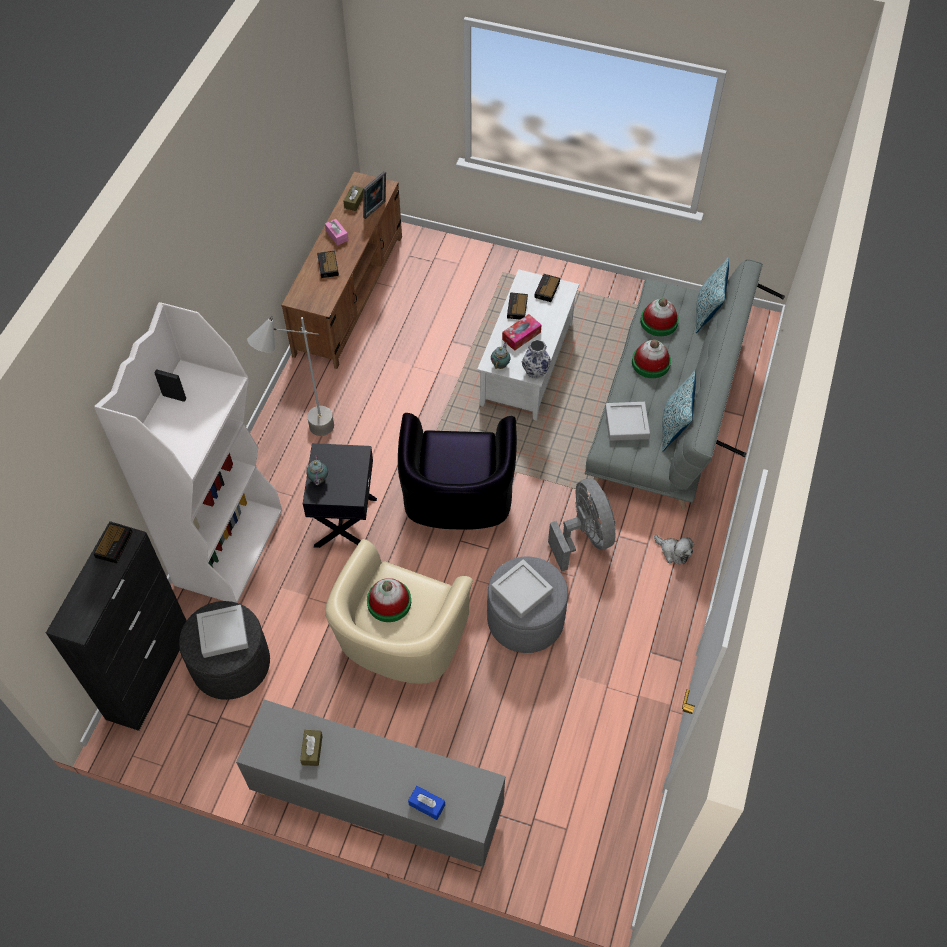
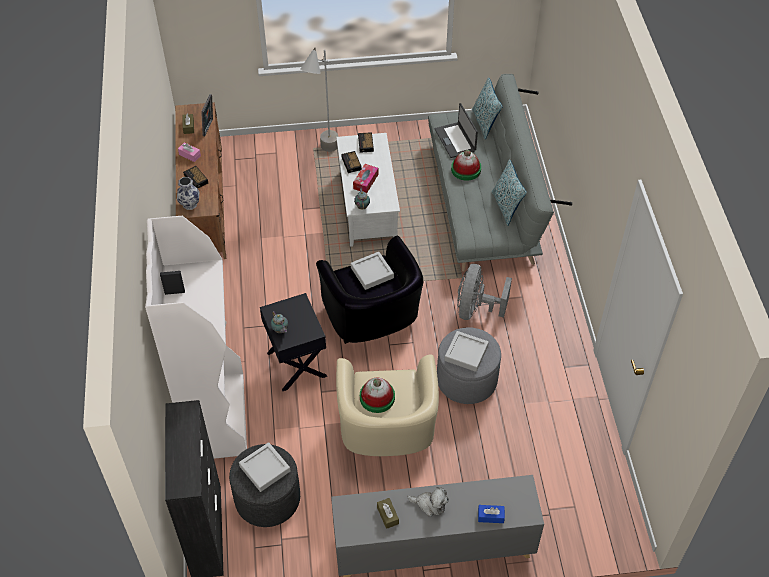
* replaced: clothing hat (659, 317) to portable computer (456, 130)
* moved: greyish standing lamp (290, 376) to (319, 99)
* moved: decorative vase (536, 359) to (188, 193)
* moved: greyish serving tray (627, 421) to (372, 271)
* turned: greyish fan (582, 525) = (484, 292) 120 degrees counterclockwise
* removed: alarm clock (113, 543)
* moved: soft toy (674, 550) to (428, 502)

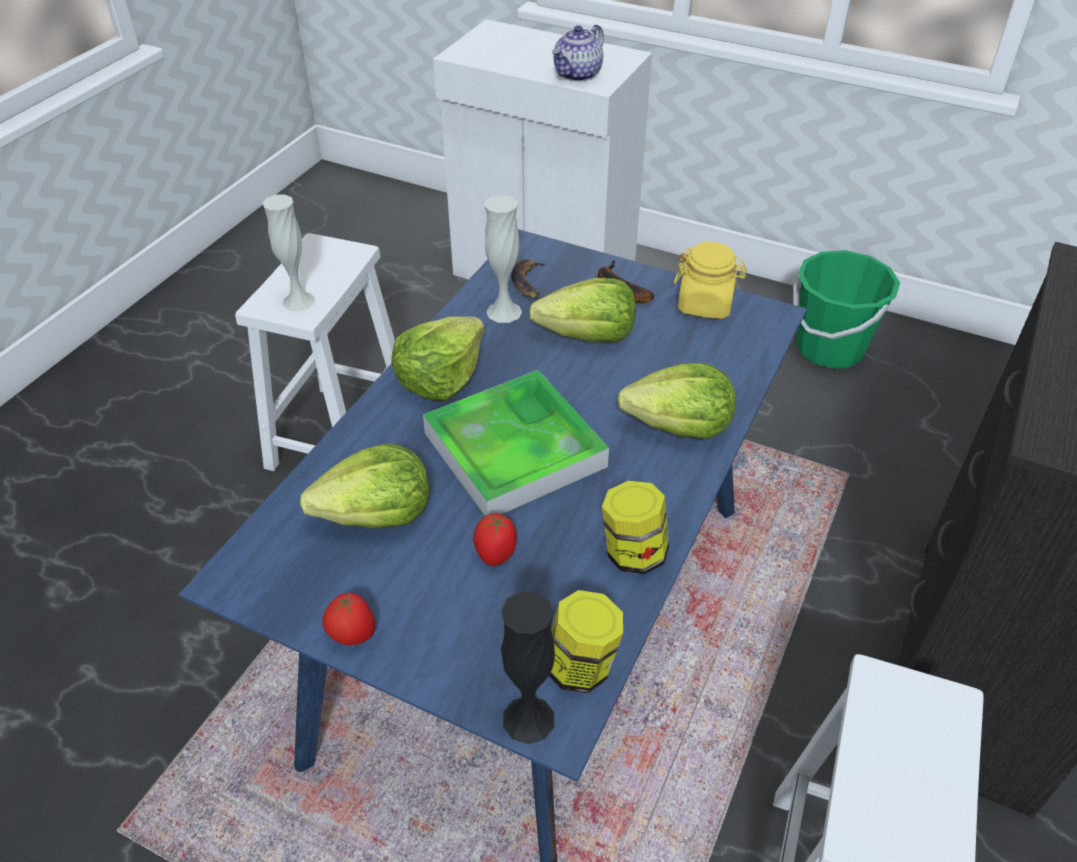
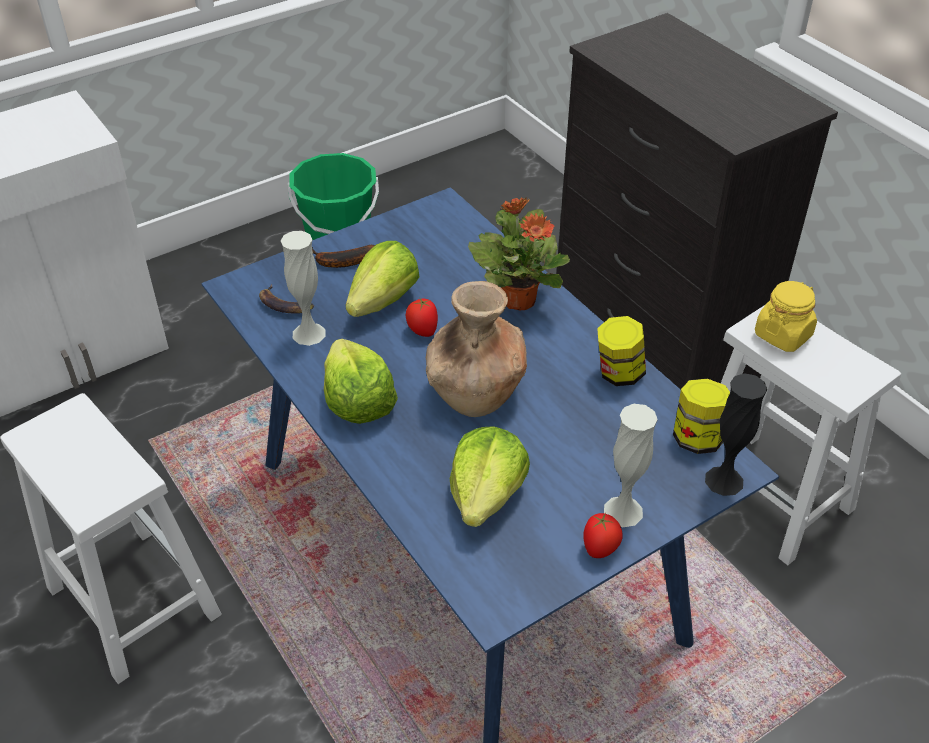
* removed: pot for tea (578, 53)
* moved: white decorative vase (289, 253) to (631, 465)
* moved: yellow-coloured jar (710, 280) to (786, 316)
* replaced: lettuce head (676, 401) to potted plant (519, 253)
* replaced: serving tray (516, 443) to brown decorative vase (476, 349)
* moved: fresh tomato (495, 539) to (422, 318)

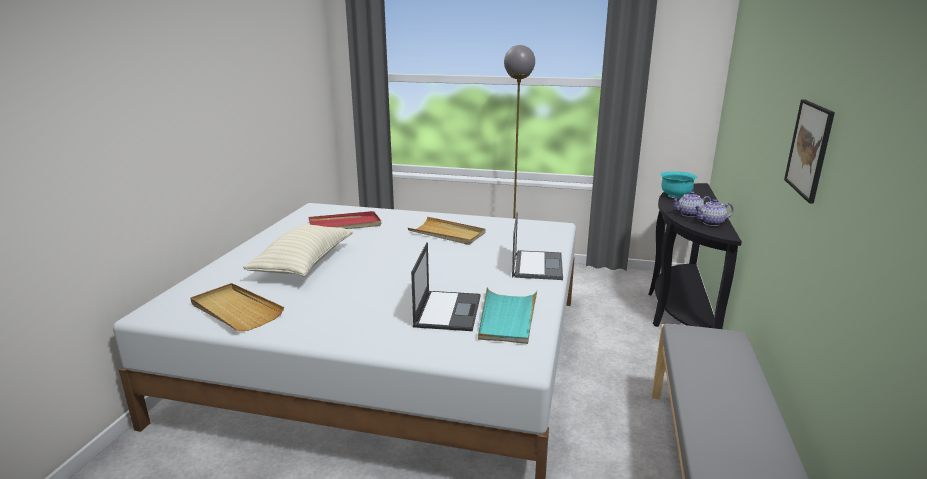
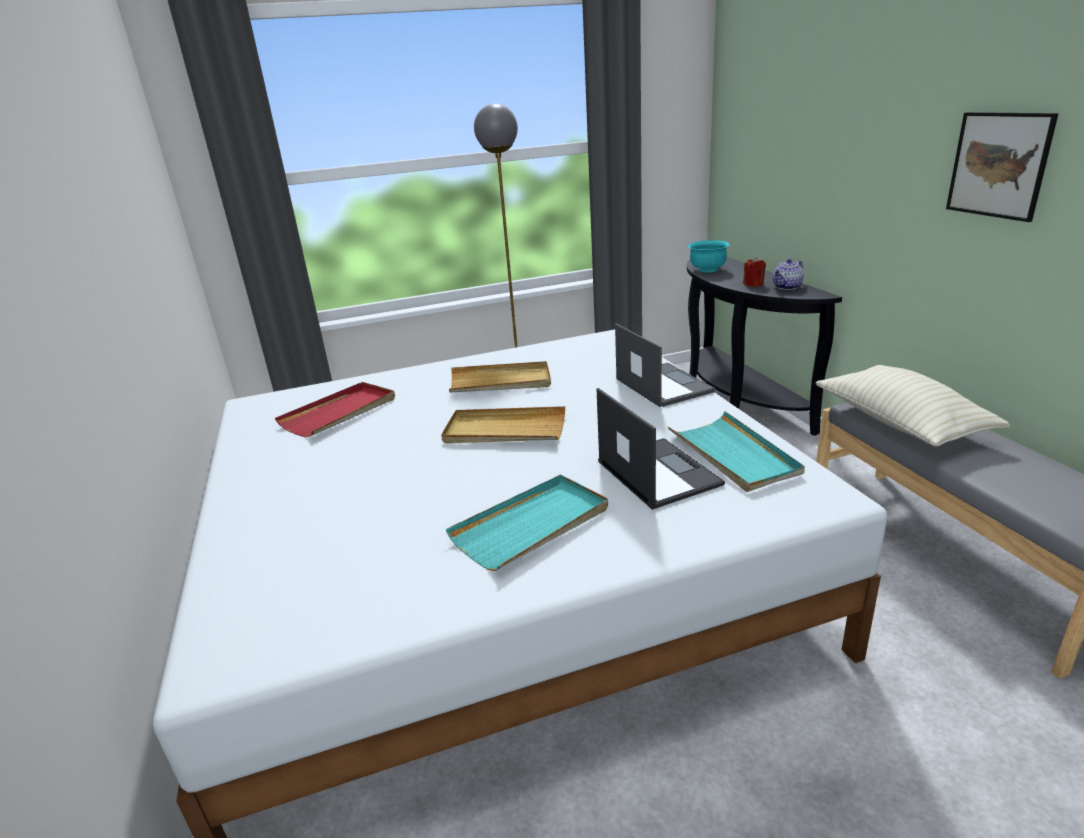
* replaced: pot for tea (691, 204) to red-coloured wax light (754, 272)
* moved: sand-coloured throw pillow (297, 251) to (912, 406)
* moved: sand-coloured serving tray (237, 307) to (503, 425)
* added: blue-green serving tray (527, 522)

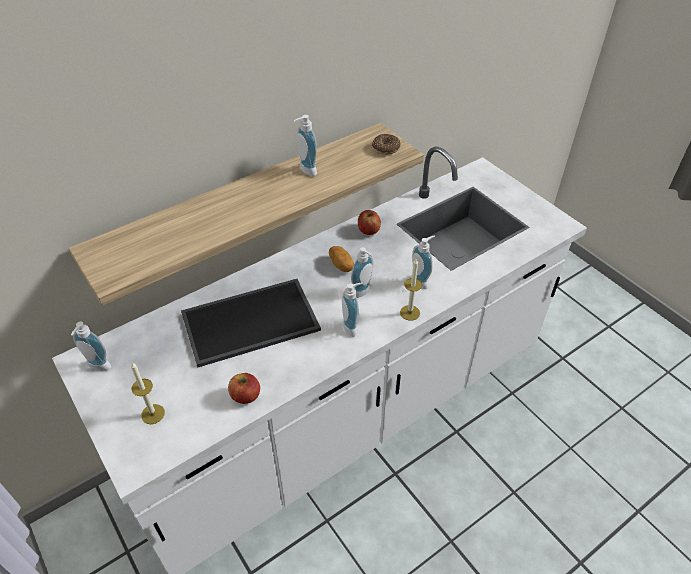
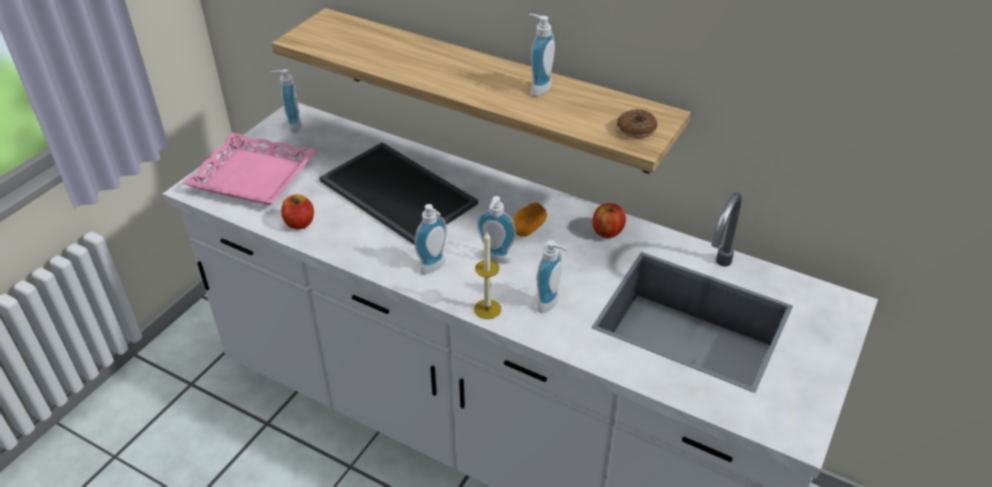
* replaced: wax light (148, 393) to pink-coloured serving tray (249, 168)

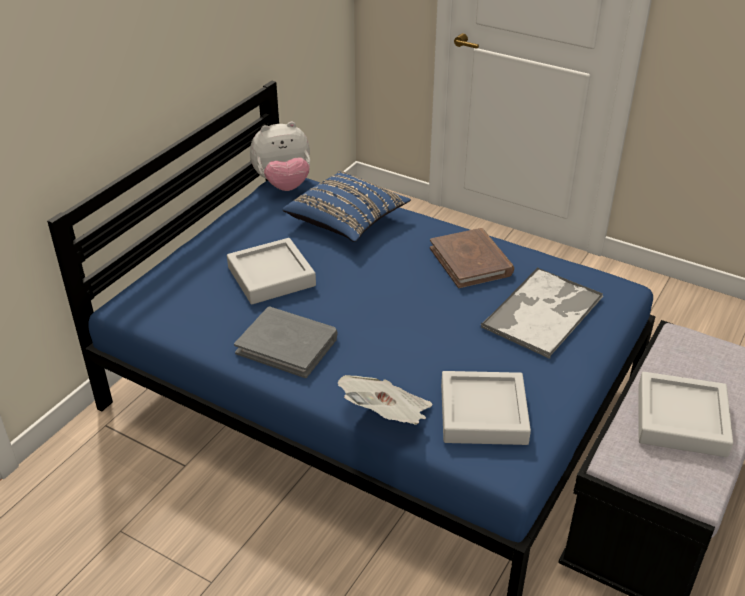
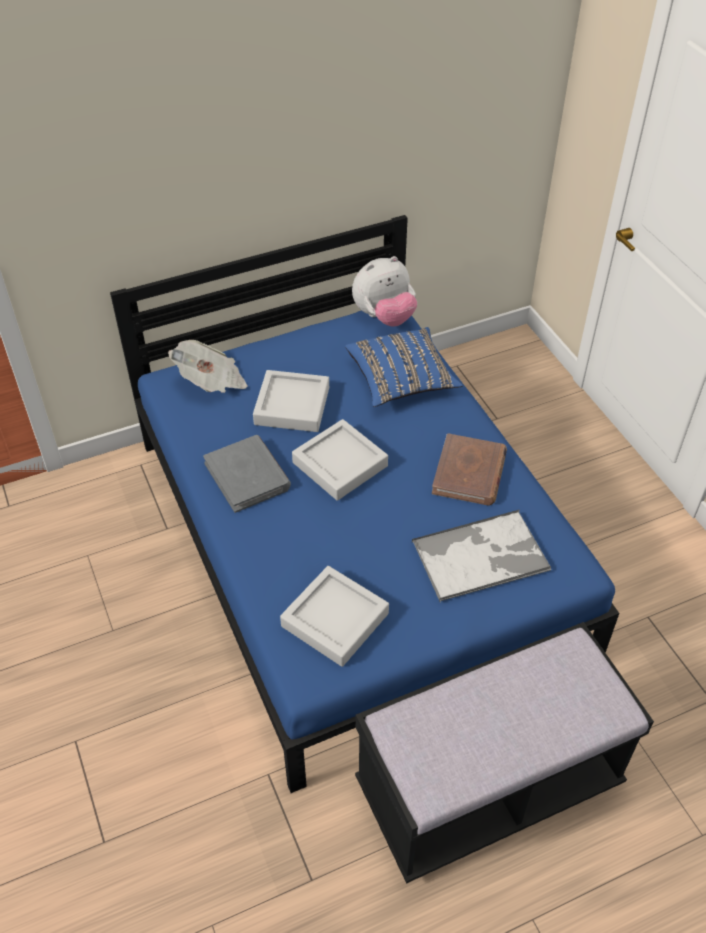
* turned: soft toy (280, 156) = (384, 291) 45 degrees counterclockwise
* moved: greyish serving tray (685, 414) to (340, 460)
* moved: newspaper (385, 400) to (207, 366)

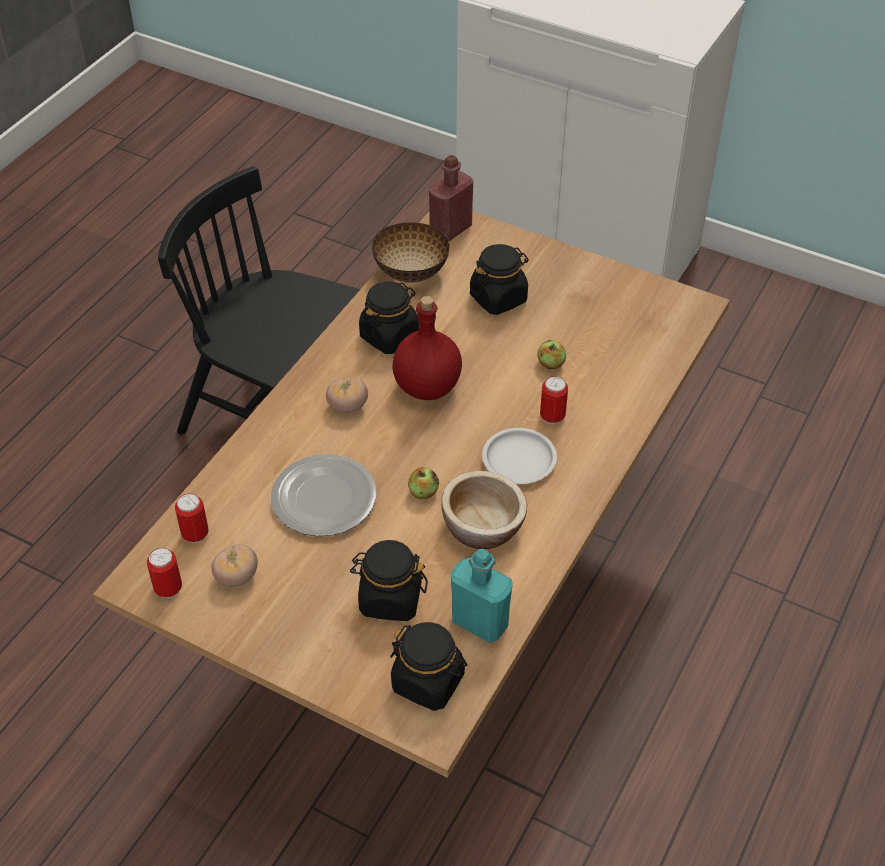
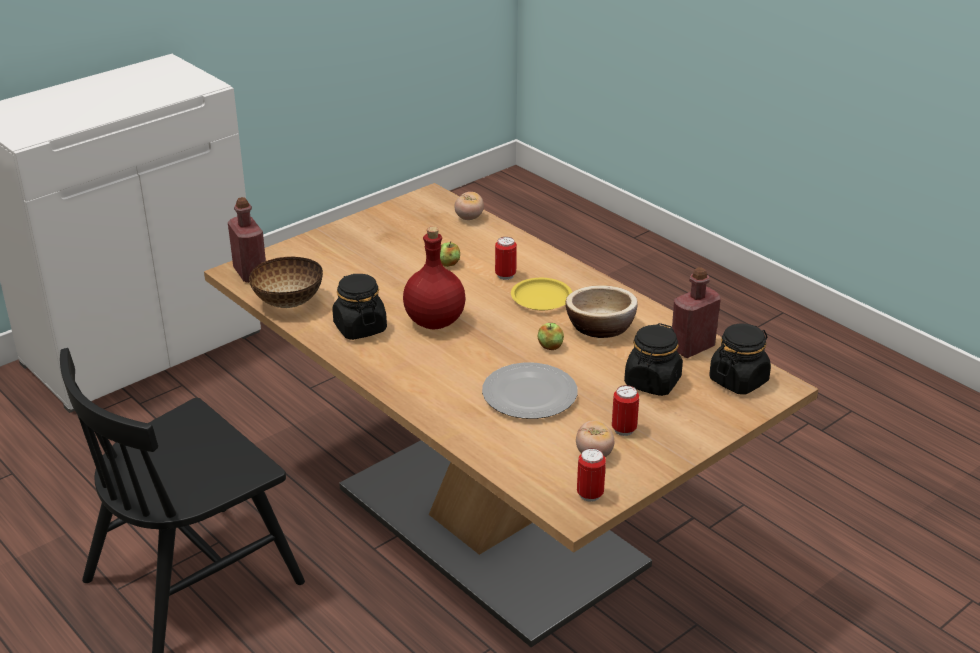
* removed: black jar (499, 279)
* moved: fresh tomato (347, 395) to (469, 206)
* recoloured: white flat dish (519, 456) to yellow-coloured flat dish (541, 294)
* moved: sealed can (192, 518) to (625, 410)
* recoloured: blue-green beverage bottle (482, 596) to red-coloured beverage bottle (696, 312)

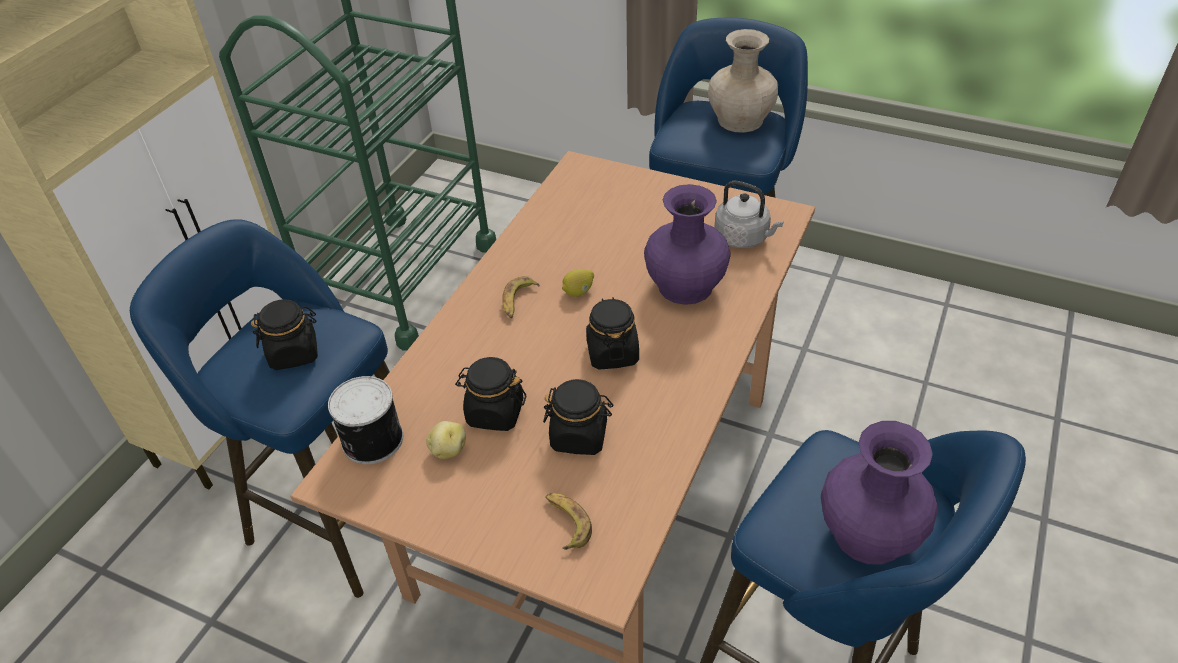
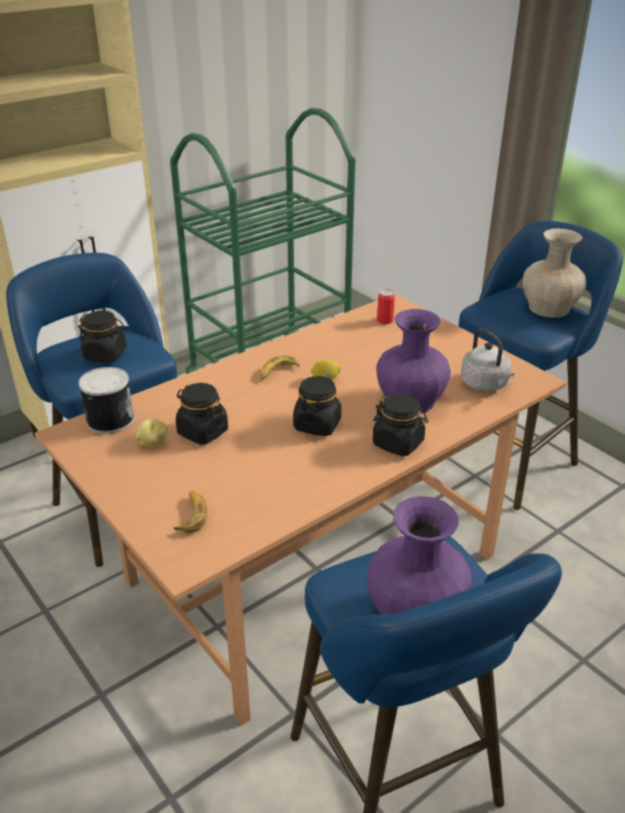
* moved: black jar (578, 417) to (400, 424)
* added: sealed can (386, 306)

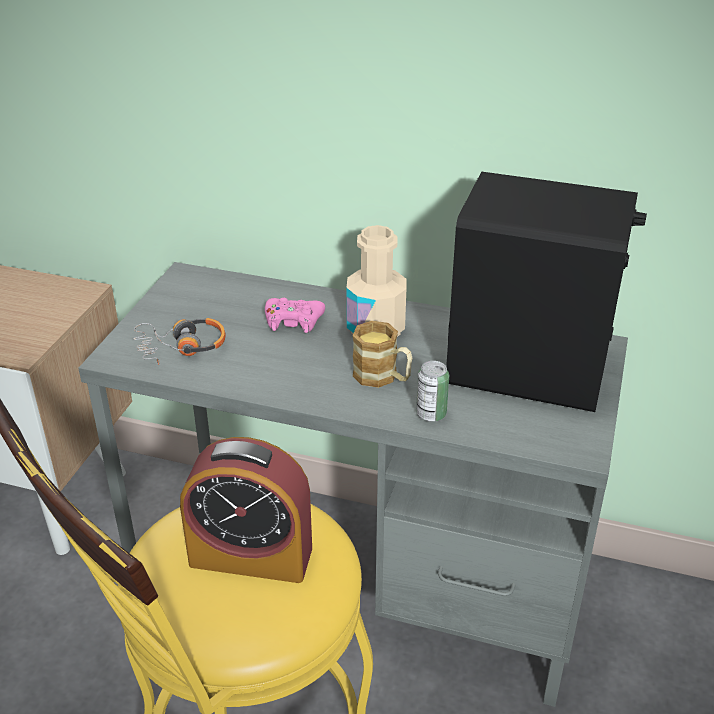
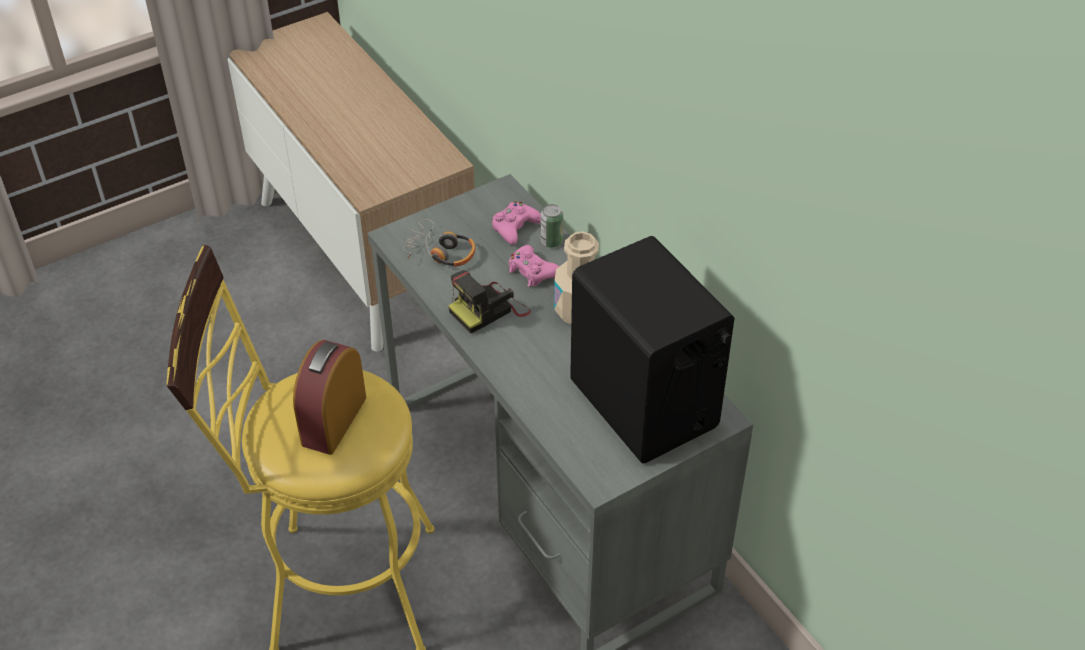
* removed: coffee mug (382, 354)
* moved: sealed can (432, 391) to (552, 226)
* turned: alarm clock (246, 510) = (329, 397) 60 degrees clockwise
* added: pink-coloured game controller (516, 223)
* added: photo camera (489, 301)

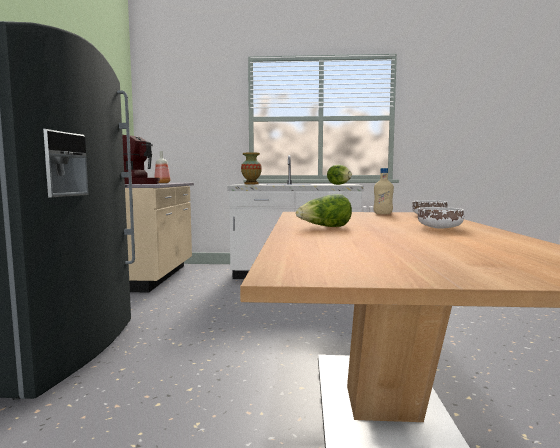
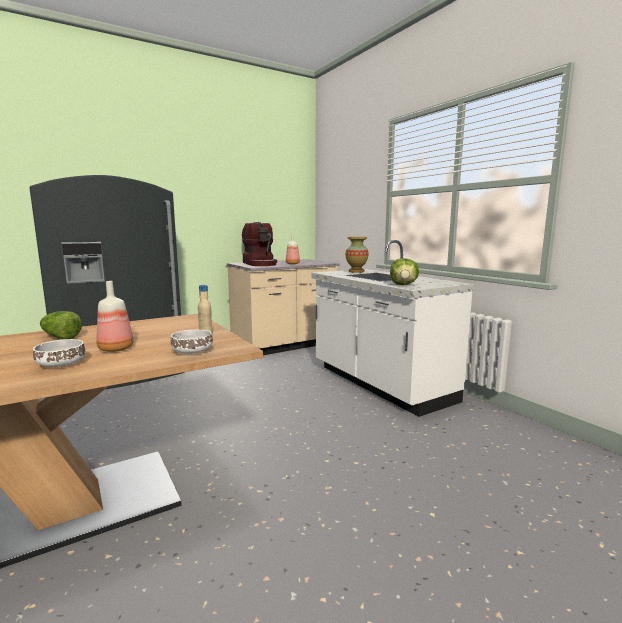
* added: beverage bottle (115, 316)

